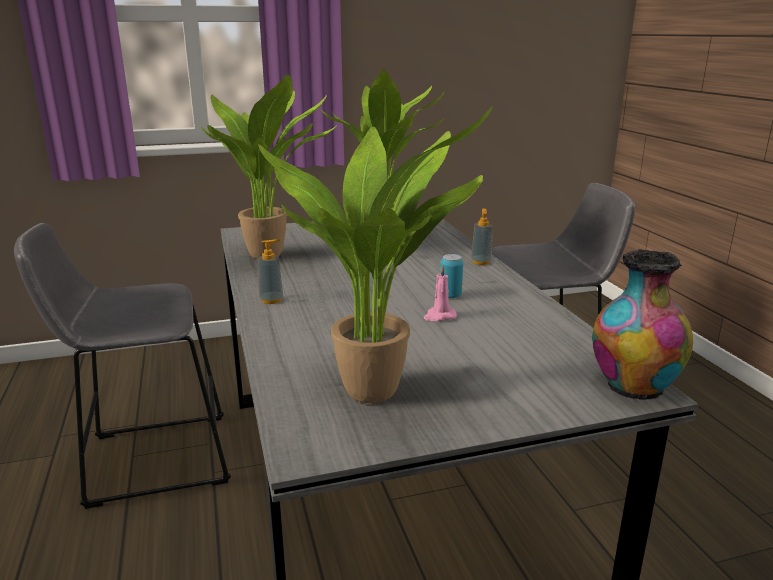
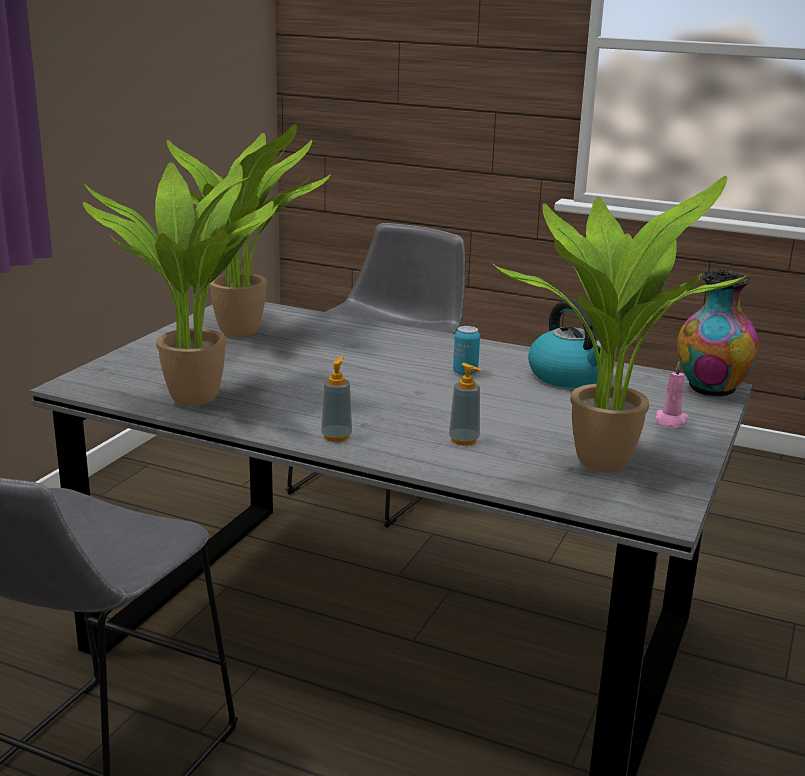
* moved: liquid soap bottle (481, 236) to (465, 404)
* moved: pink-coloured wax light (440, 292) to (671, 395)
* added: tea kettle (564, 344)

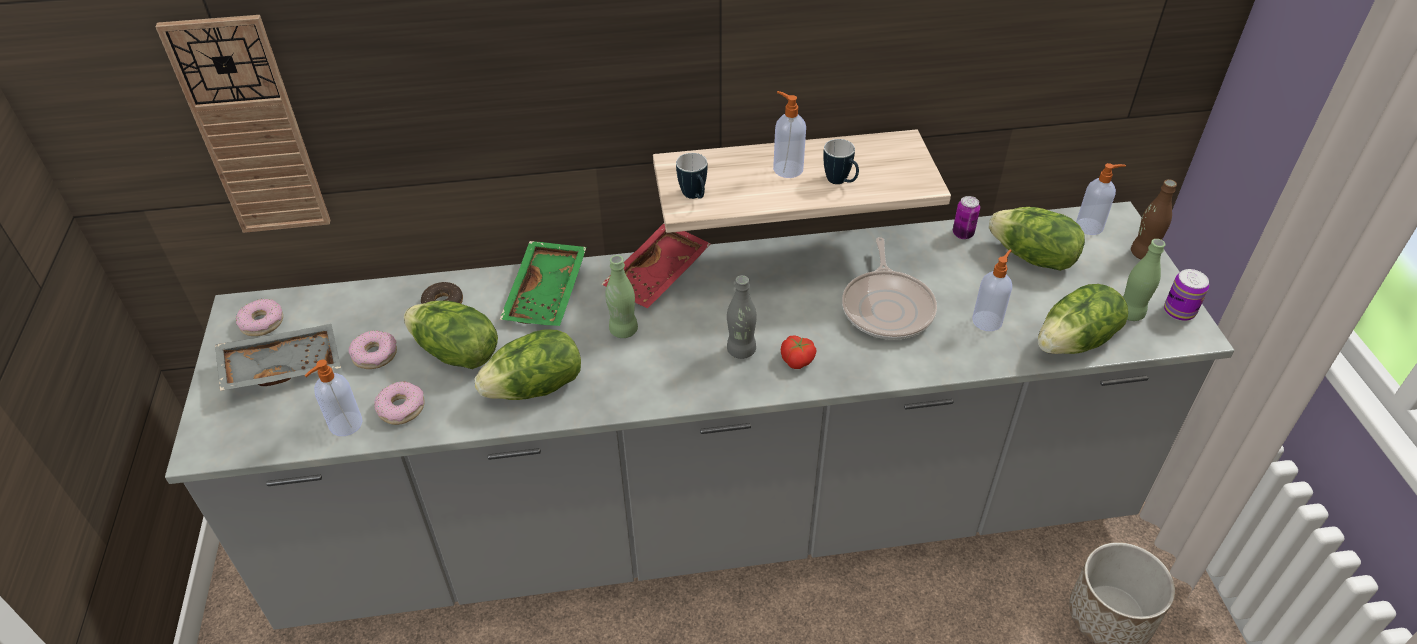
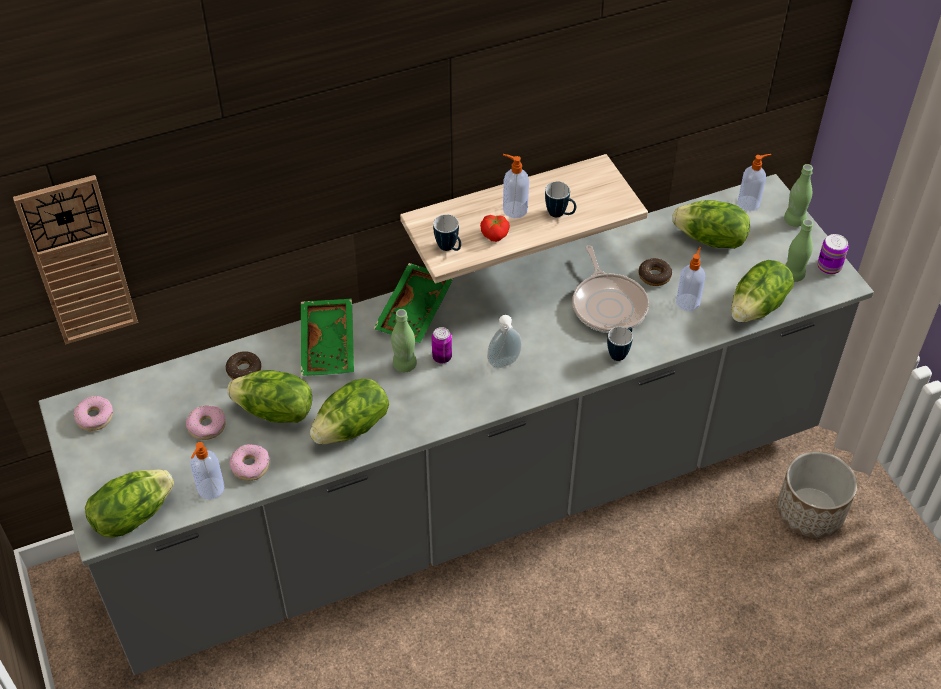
* recoloured: brown beverage bottle (1154, 219) to green beverage bottle (798, 195)
* moved: sealed can (966, 217) to (442, 345)
* recoloured: red-coloured serving tray (656, 266) to green serving tray (413, 303)
* replaced: greyish beverage bottle (741, 317) to liquid soap bottle (504, 341)
* removed: greyish serving tray (278, 357)
* moved: fresh tomato (798, 352) to (494, 228)
* added: donut (655, 272)
* added: coffee mug (620, 344)
* added: lettuce head (129, 503)

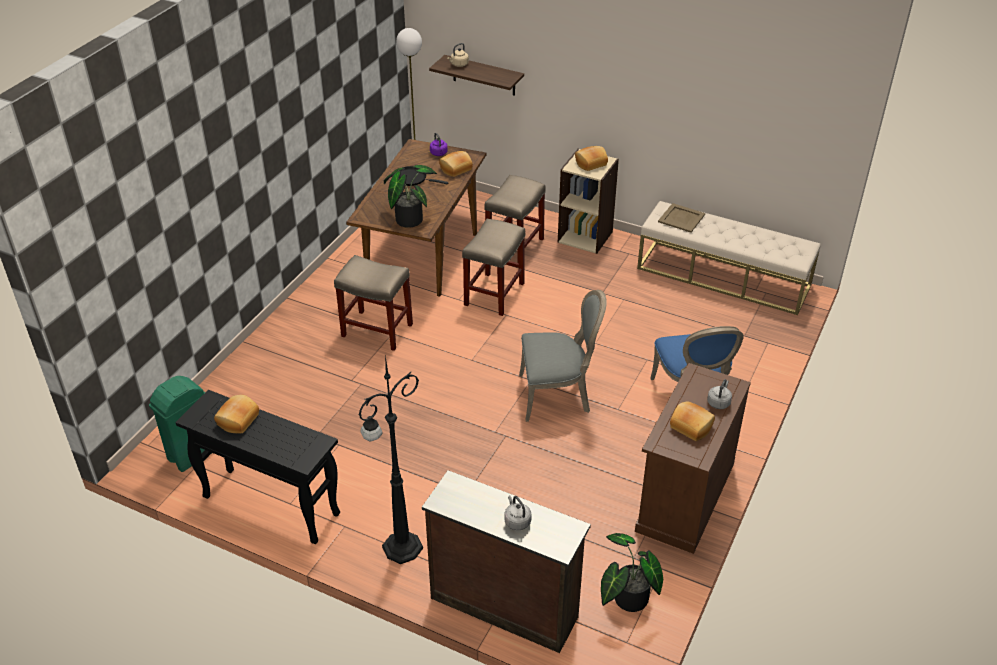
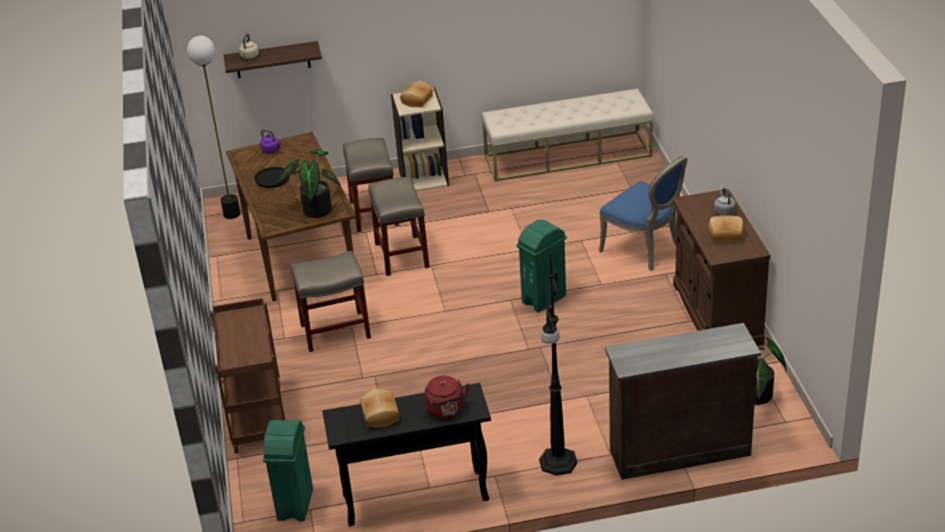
* removed: bakery bread (456, 164)
* removed: sand-coloured serving tray (681, 218)
* replaced: greyish upright chair (563, 356) to green rubbish bin (542, 265)
* removed: greyish tea kettle (518, 512)
* added: brown trolley (247, 375)
* added: red-coloured tea kettle (447, 397)

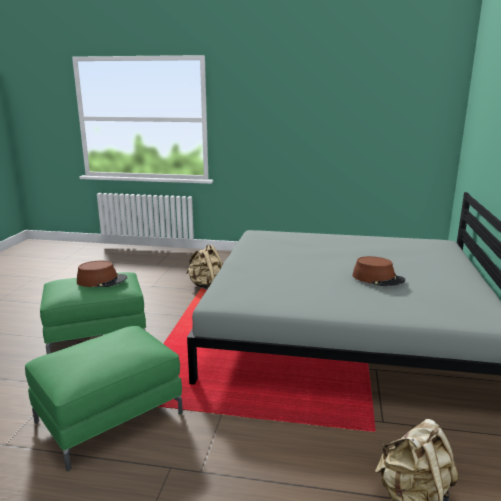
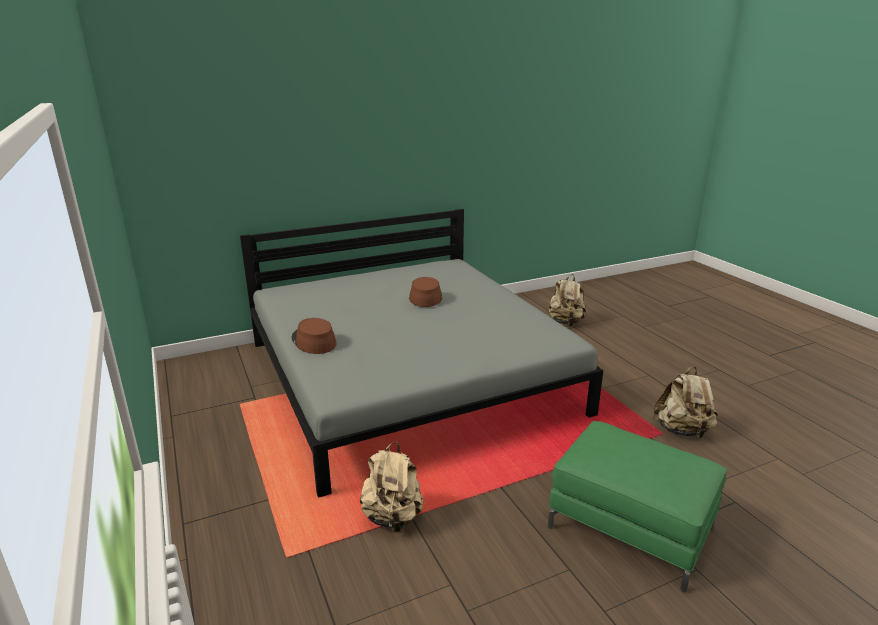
* moved: brown clothing hat (102, 274) to (314, 336)
* replaced: green footrest (104, 398) to sand-coloured backpack (685, 402)

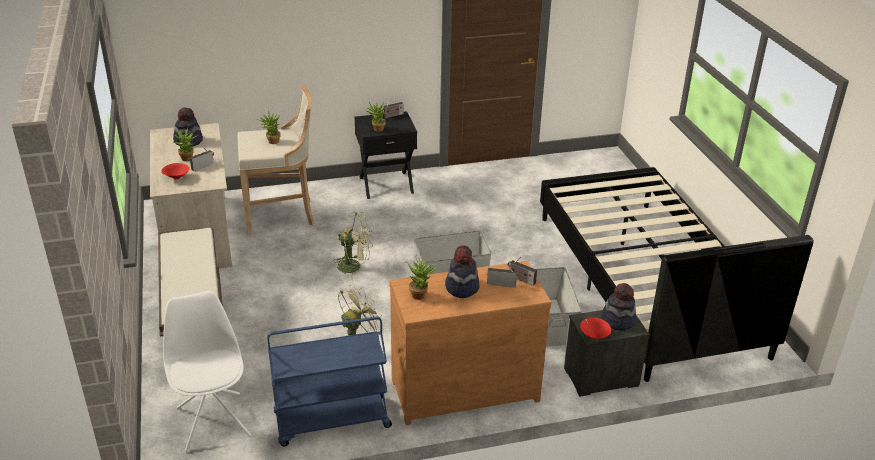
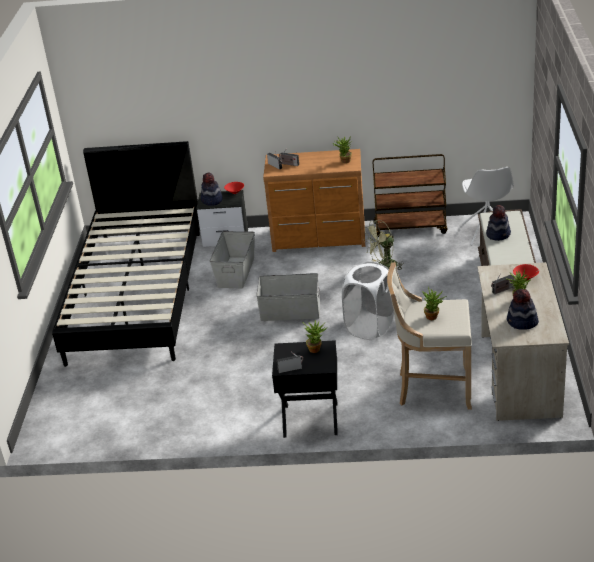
* replaced: green fan (352, 245) to white laundry basket (368, 301)
* moved: clothing hat (462, 271) to (498, 223)
* recoloured: bluish trolley (329, 381) to brown trolley (410, 195)

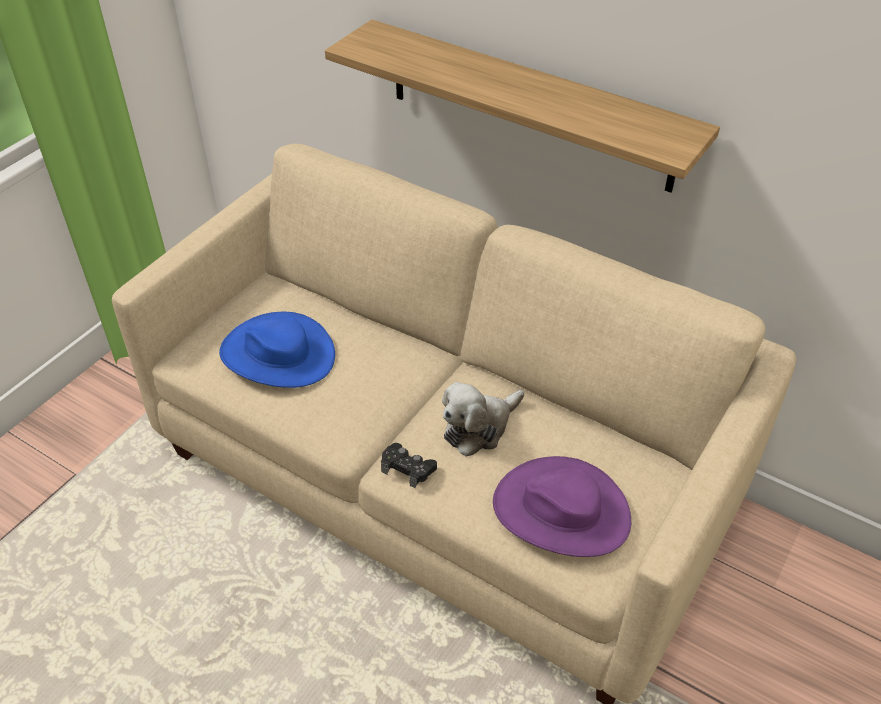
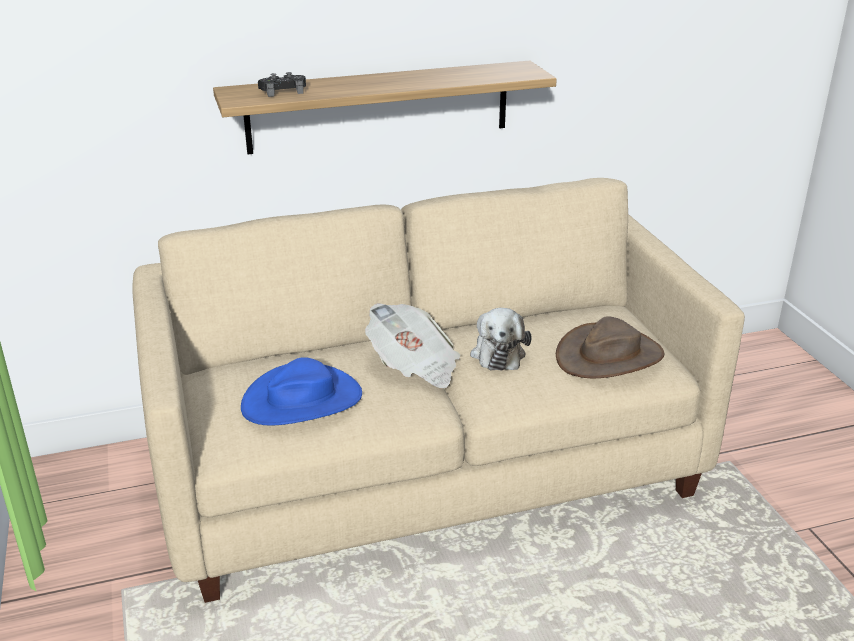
* moved: black game controller (409, 465) to (282, 84)
* recoloured: purple-coloured clothing hat (562, 506) to brown clothing hat (610, 347)
* added: newspaper (412, 345)

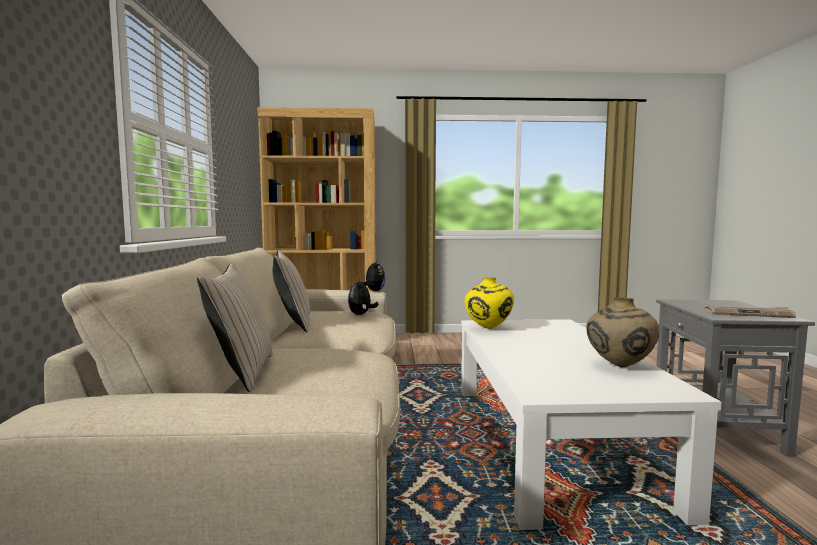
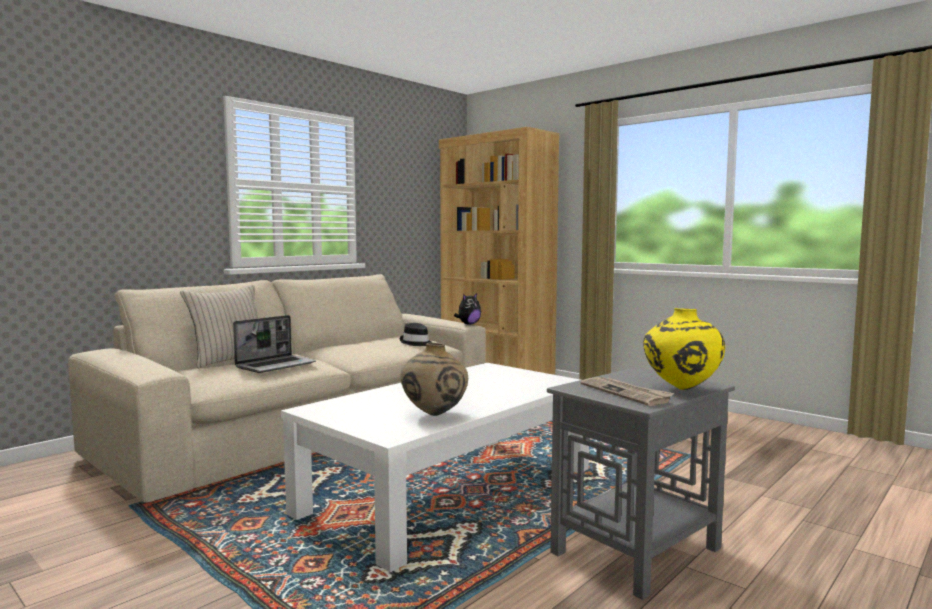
* removed: sand-coloured throw pillow (291, 291)
* moved: yellow-coloured decorative vase (489, 303) to (684, 349)
* replaced: soft toy (363, 297) to black clothing hat (416, 334)
* added: portable computer (274, 344)

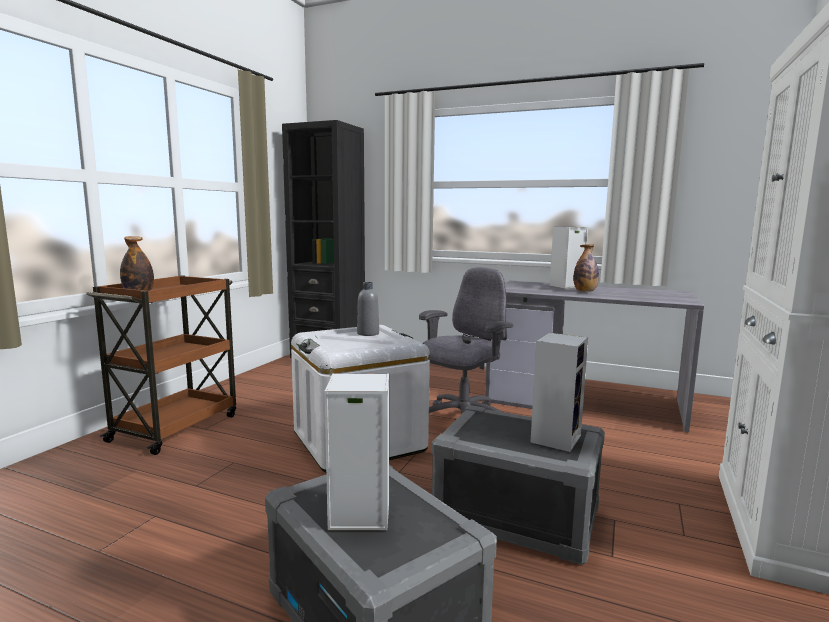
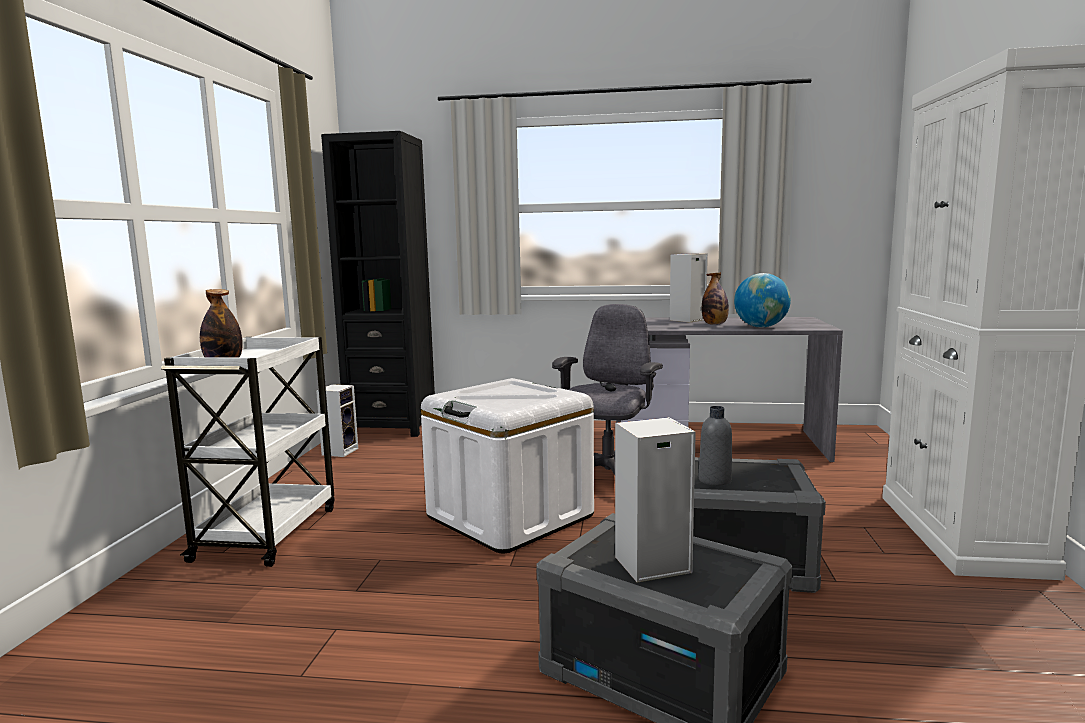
* recoloured: brown trolley (161, 365) to white trolley (248, 452)
* moved: greyish beverage bottle (368, 309) to (715, 446)
* moved: audio speaker (559, 392) to (337, 420)
* added: desk globe (762, 300)

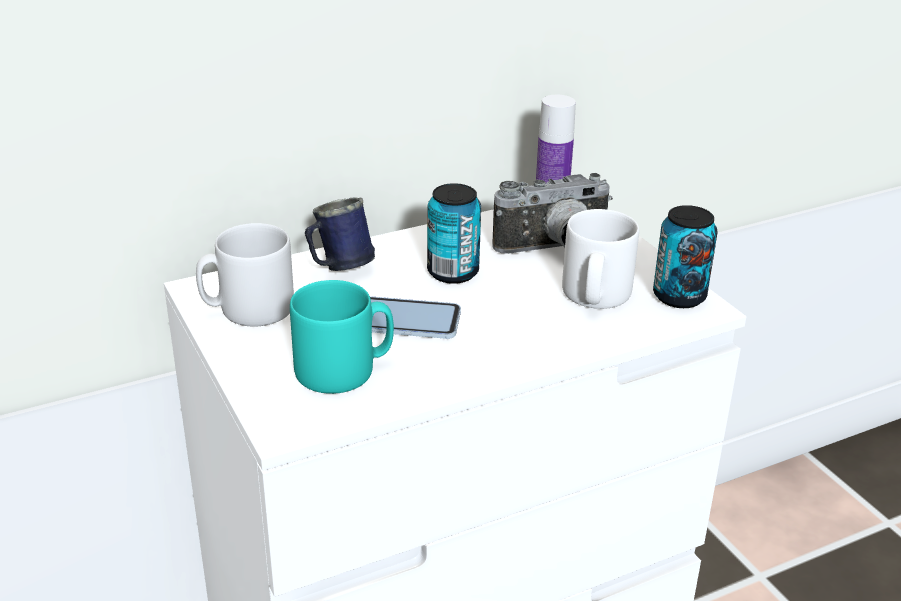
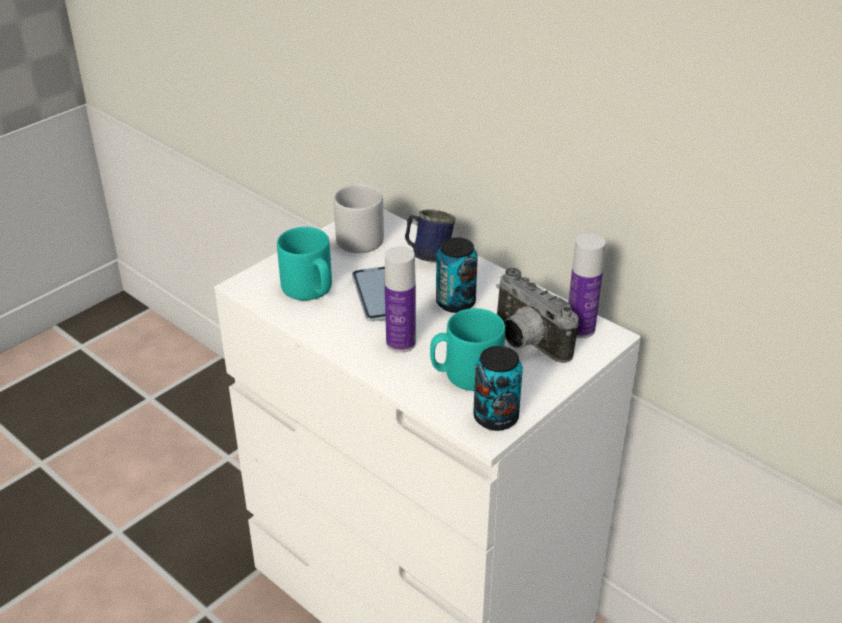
* recoloured: white coffee mug (600, 259) to blue-green coffee mug (467, 349)
* added: beverage bottle (400, 299)

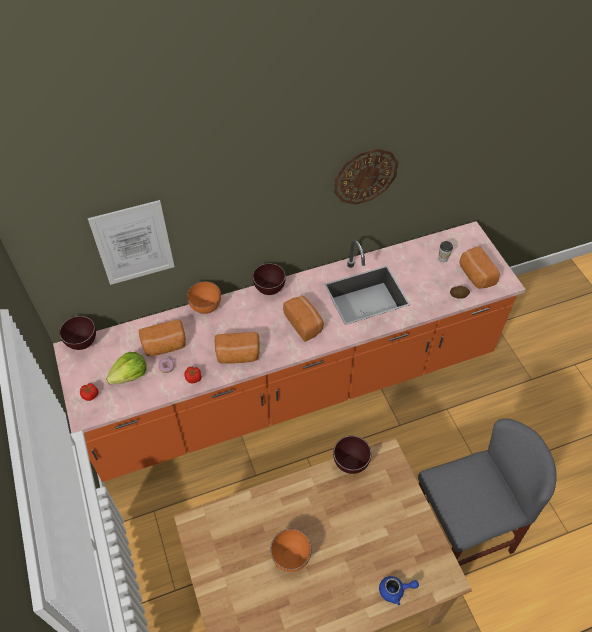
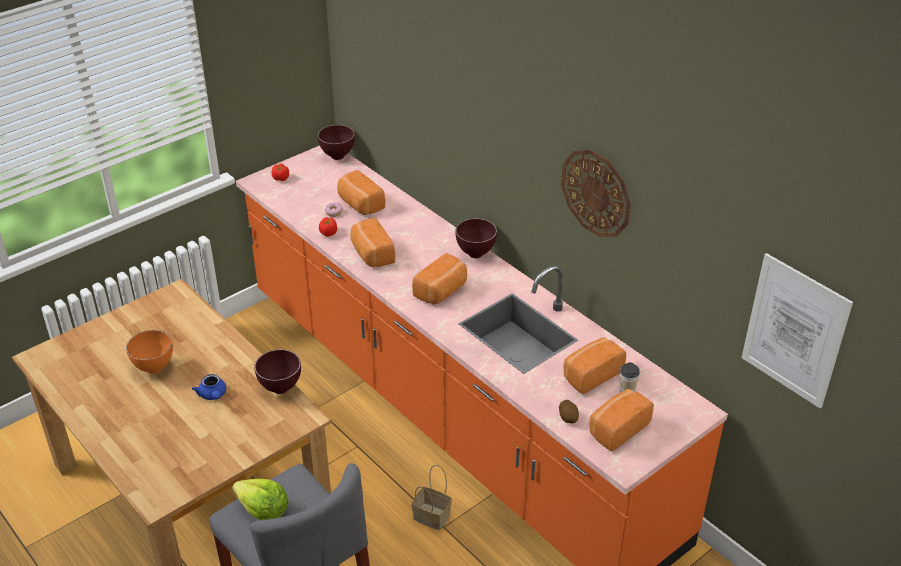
* moved: wall picture (131, 242) to (797, 330)
* removed: orange bowl (204, 297)
* moved: lettuce head (126, 368) to (260, 499)
* moved: bluish pot for tea (399, 590) to (209, 387)
* added: bakery bread (594, 366)
* added: storage basket (431, 497)

